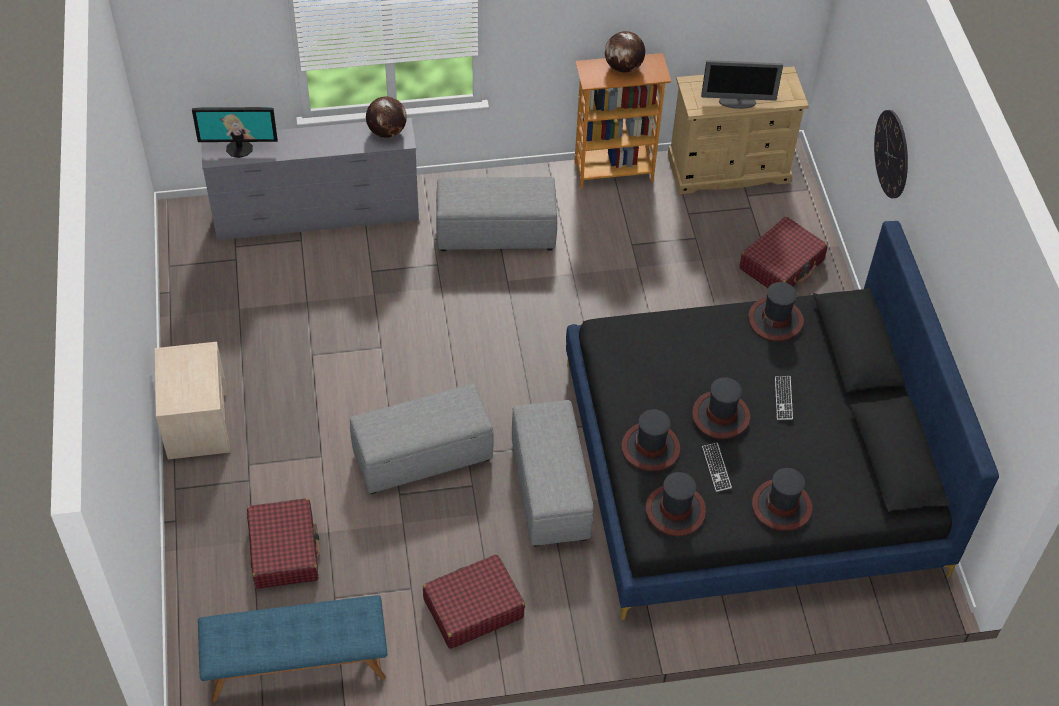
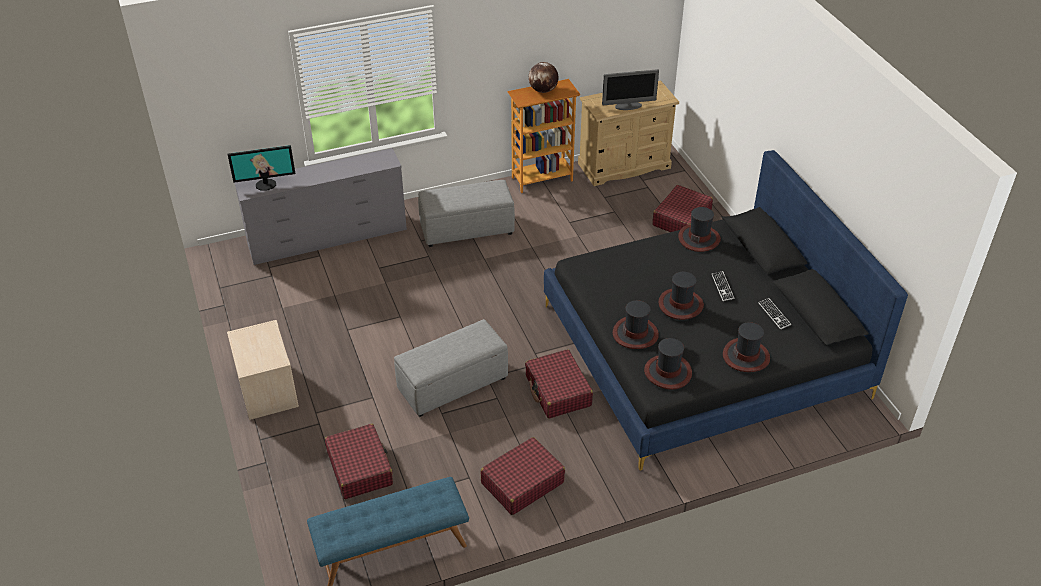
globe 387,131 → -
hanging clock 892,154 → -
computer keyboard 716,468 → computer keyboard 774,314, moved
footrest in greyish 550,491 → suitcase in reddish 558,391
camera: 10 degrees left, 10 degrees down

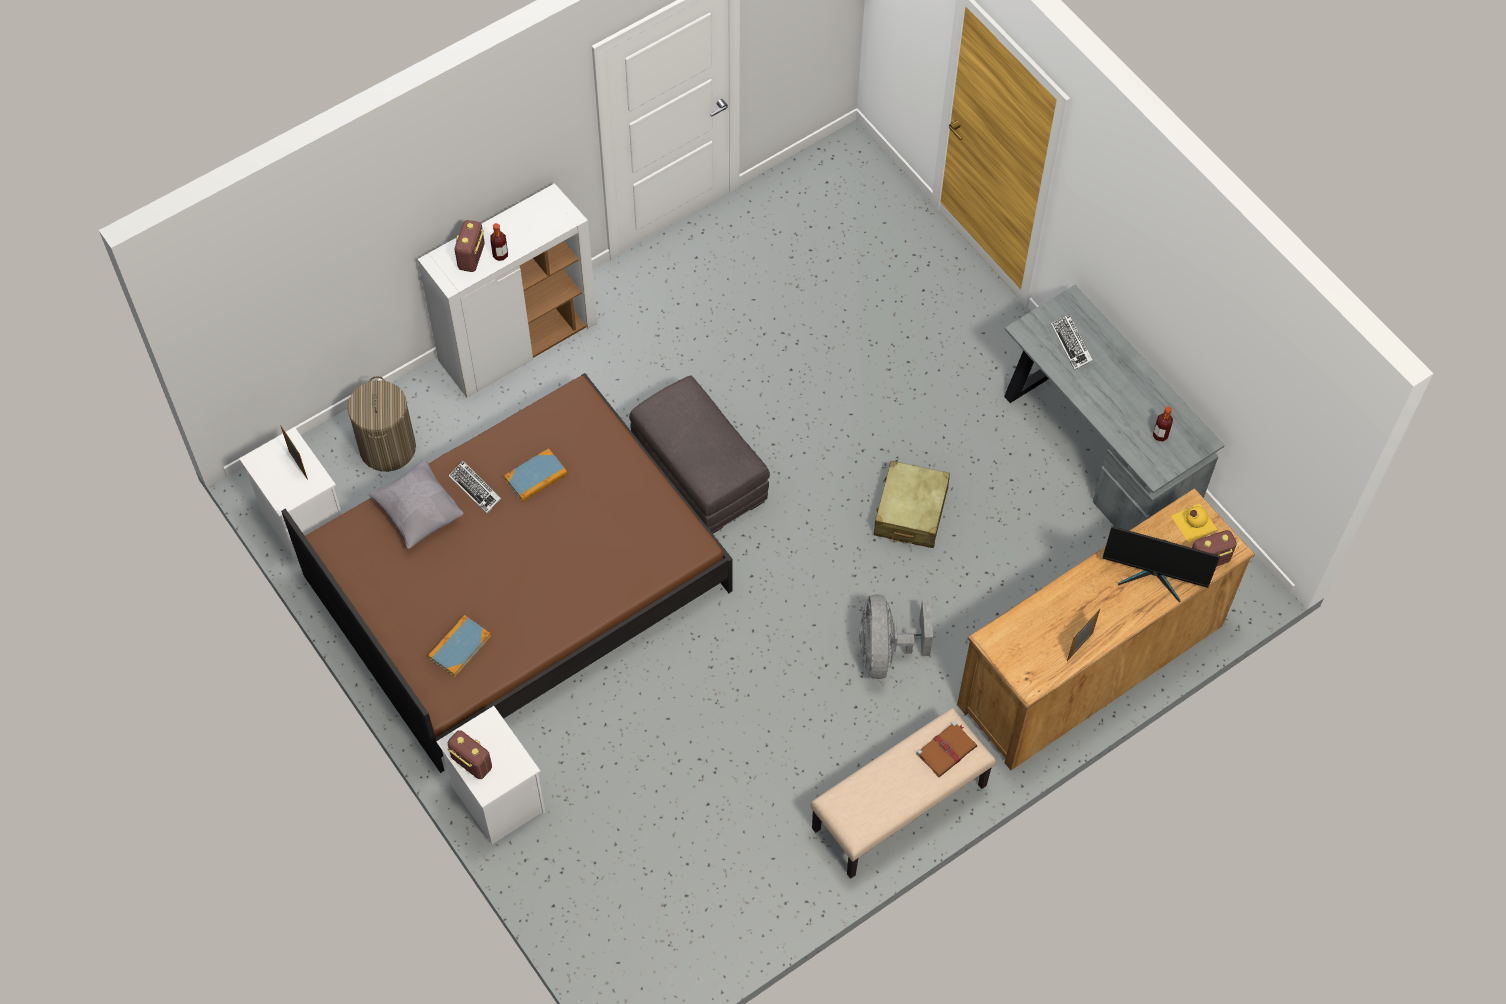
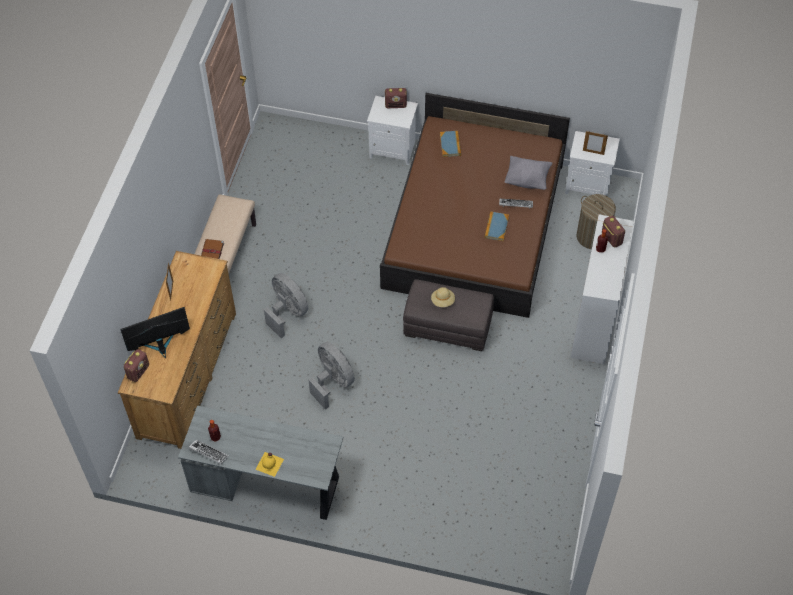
- → clothing hat in beige-coloured 443,301
computer keyboard 1071,344 → computer keyboard 208,453, moved
bottle in yellow-coloured 1193,522 → bottle in yellow-coloured 270,464, moved
suitcase in beige-coloured 910,512 → cooling fan in greyish 333,382
camera: 140 degrees right, 5 degrees down

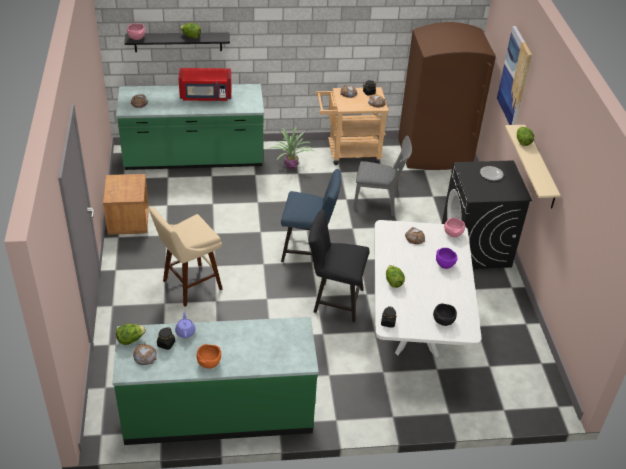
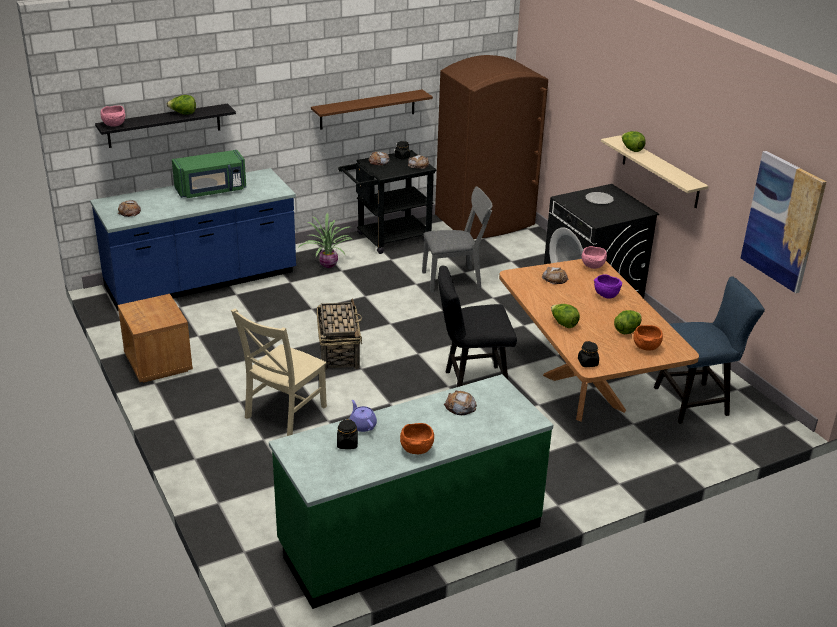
- → wall shelf in brown-coloured 367,109
- → household basket 338,352
head of lettuce 130,340 → head of lettuce 627,330, moved
bakery bread 144,356 → bakery bread 460,406, moved
upright chair in blue-coloured 308,250 → upright chair in blue-coloured 696,401, moved
picture 515,77 → picture 782,221, moved
stool in beige-coloured 189,286 → upright chair in beige-coloured 283,414
kitchen base unit in green-coloured 194,158 → kitchen base unit in blue-coloured 201,281
kitchen microwave in reddish 206,96 → kitchen microwave in green-coloured 211,190
trolley in beige-coloured 348,153 → trolley in blackish 387,239
dinner table in whitish 415,331 → dinner table in brown-coloured 583,393
bowl in blackish 443,321 → bowl in orange 646,347
camera: 20 degrees left, 10 degrees down

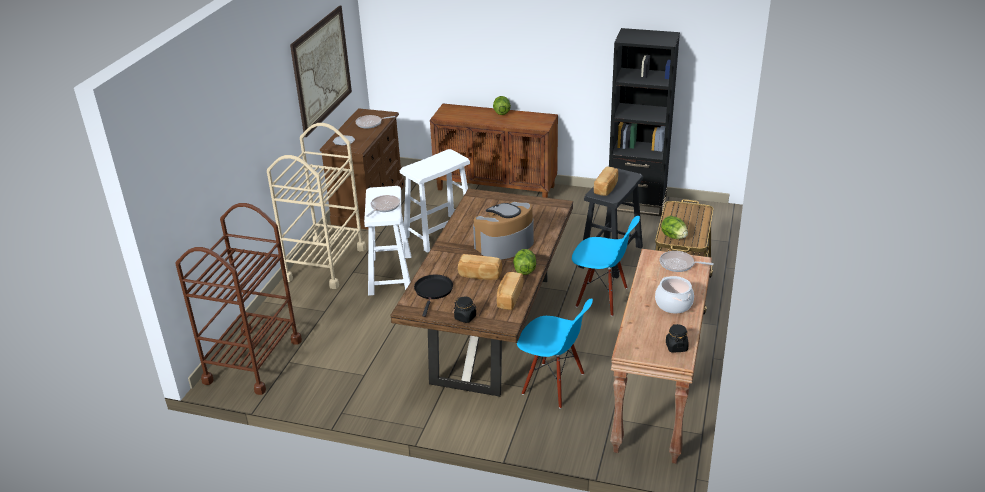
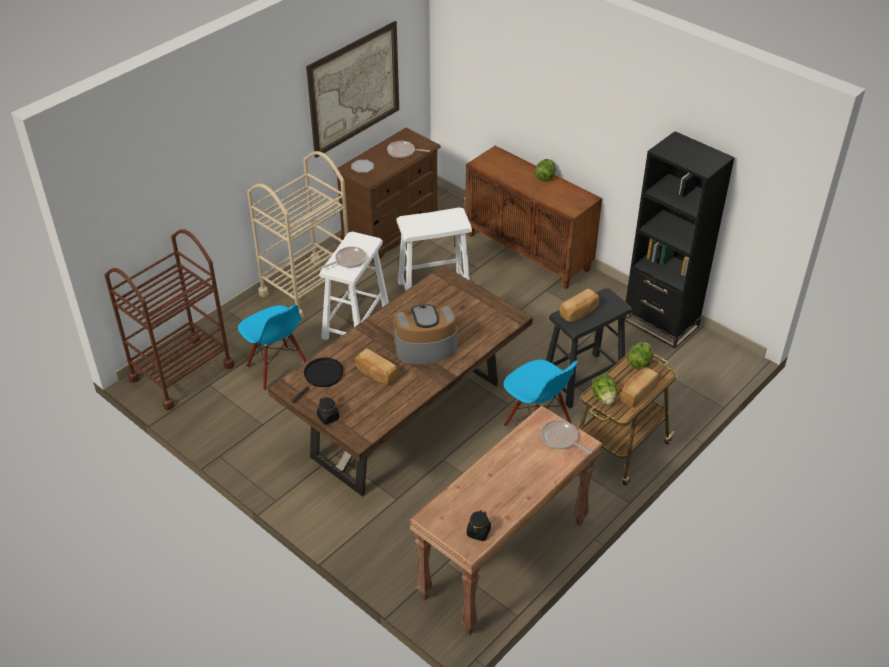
saucepot 674,304 → -
bakery bread 509,298 → bakery bread 637,393, moved
head of lettuce 524,270 → head of lettuce 639,363, moved
upright chair in blue-coloured 553,384 → upright chair in blue-coloured 277,368, moved
camera: 25 degrees right, 10 degrees up

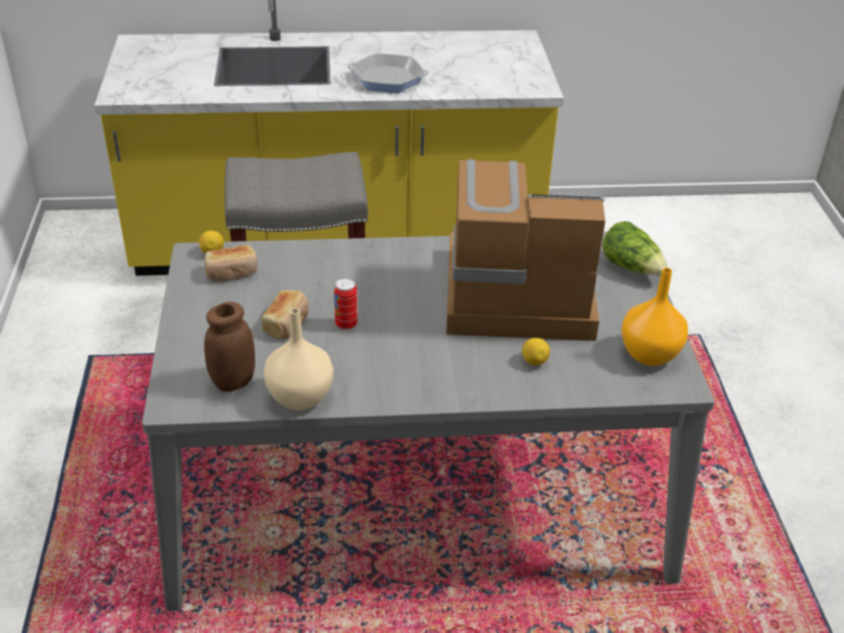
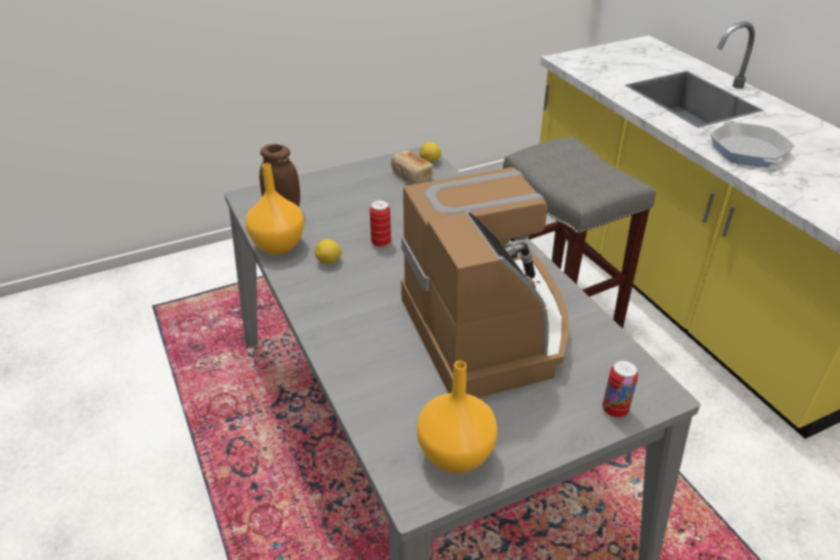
bakery bread 287,324 → -
citrus fruit 534,361 → citrus fruit 329,261, moved
head of lettuce 632,267 → metal can 615,410
vase in beige-coloured 298,397 → vase in orange 278,245
camera: 70 degrees right, 0 degrees up

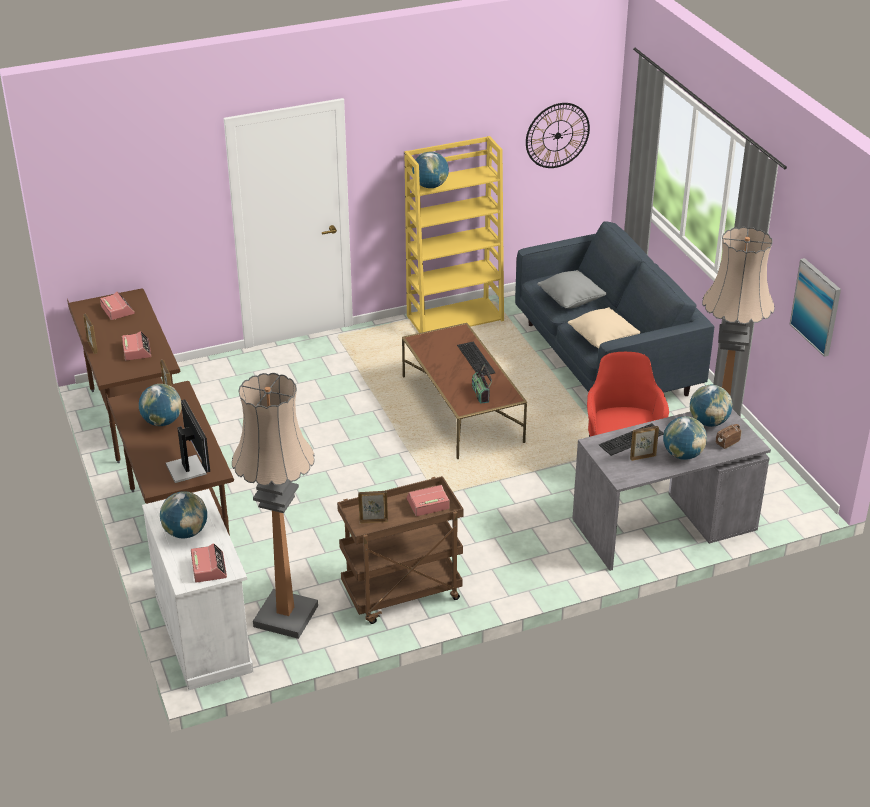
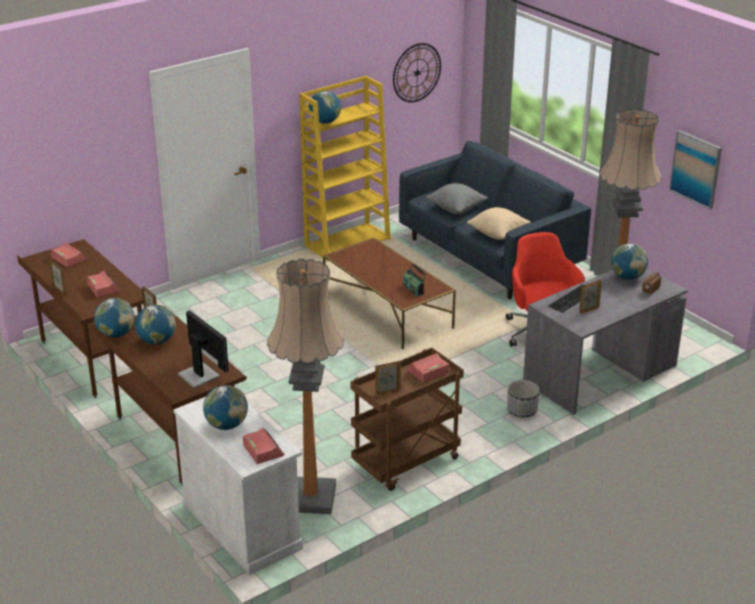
computer keyboard 477,359 → -
- → flower pot 521,410
globe 682,455 → globe 116,334, moved
camera: 15 degrees left, 5 degrees down

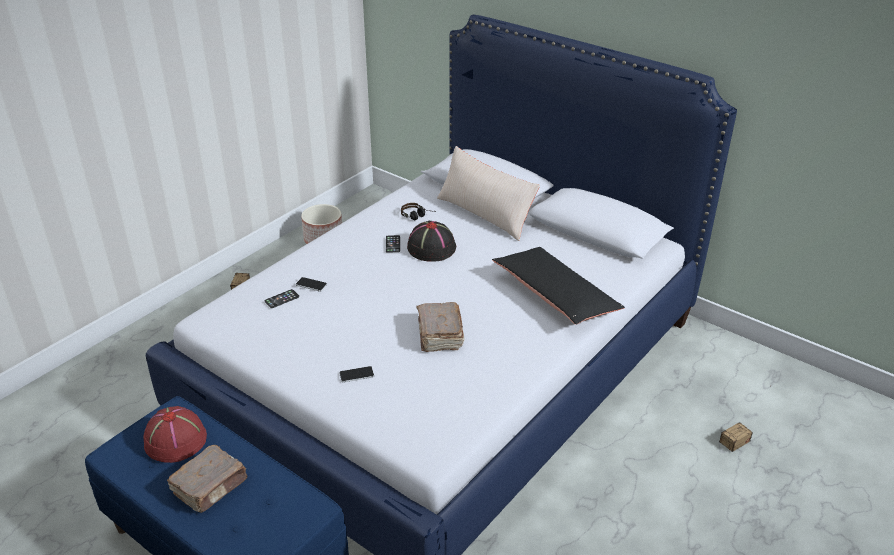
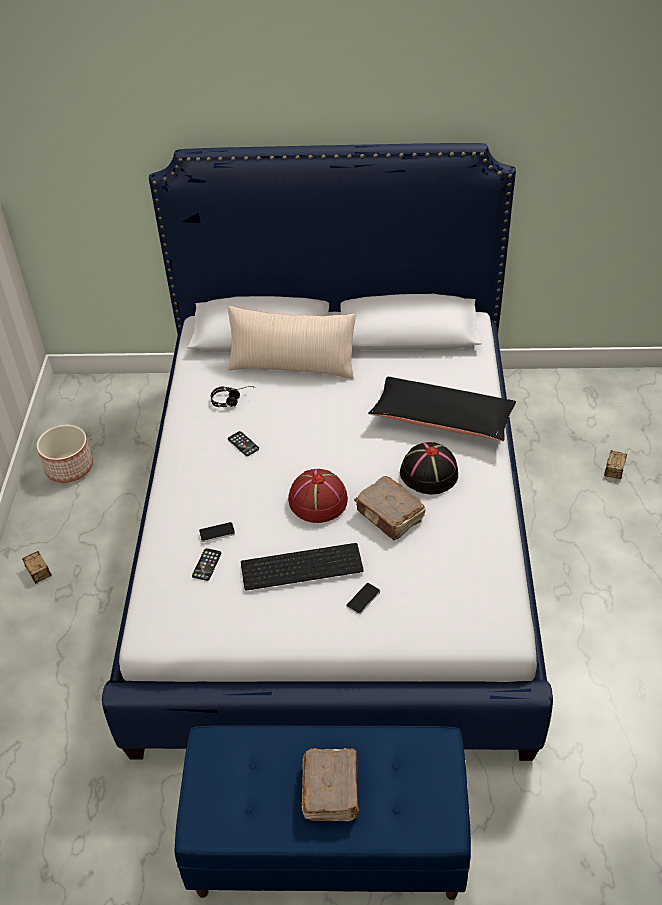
- → computer keyboard 302,565
clothing hat in reddish 175,439 → clothing hat in reddish 317,500, moved
clothing hat in blackish 431,248 → clothing hat in blackish 428,473, moved
camera: 35 degrees left, 10 degrees up

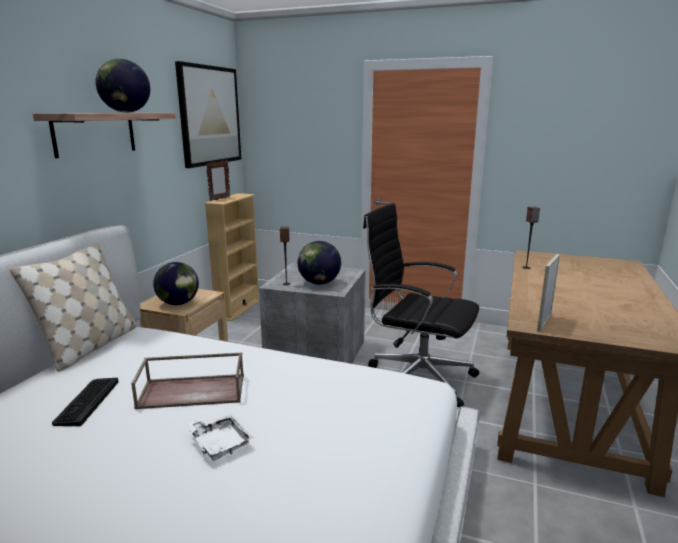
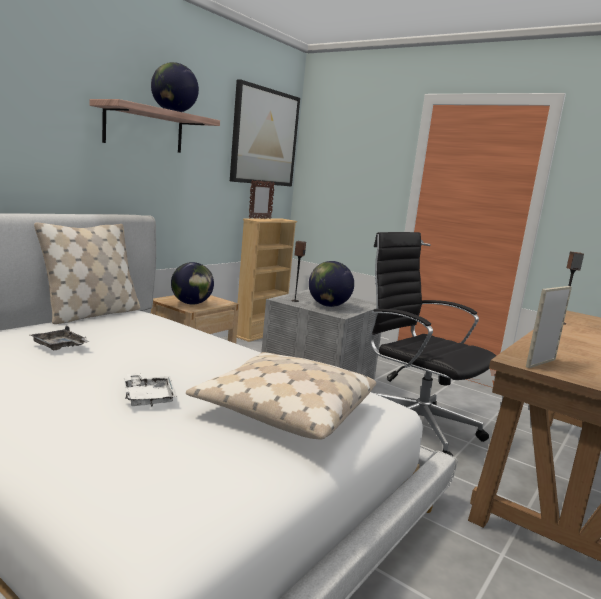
serving tray in brown-coloured 193,390 → -
- → pillow in beige-coloured 284,410
computer keyboard 87,402 → serving tray in greyish 60,346
camera: 15 degrees right, 5 degrees down

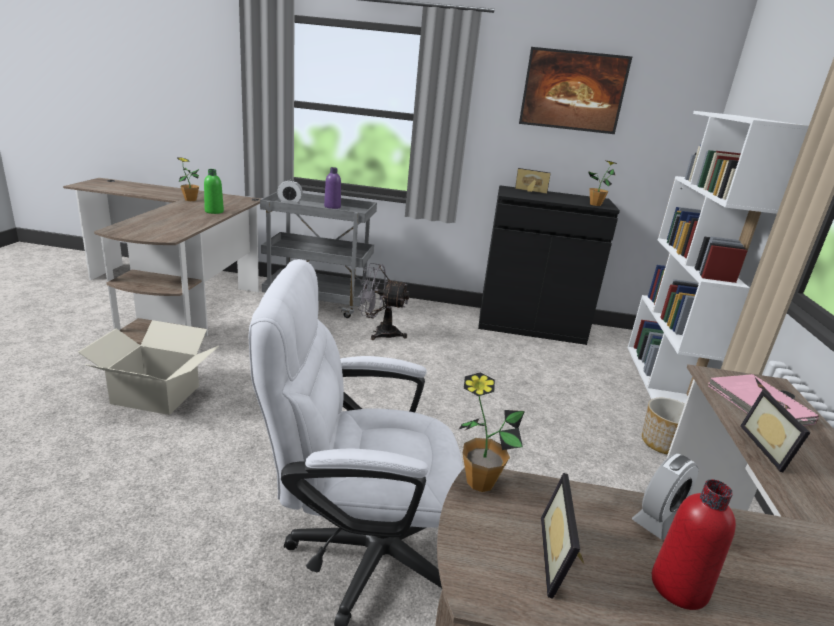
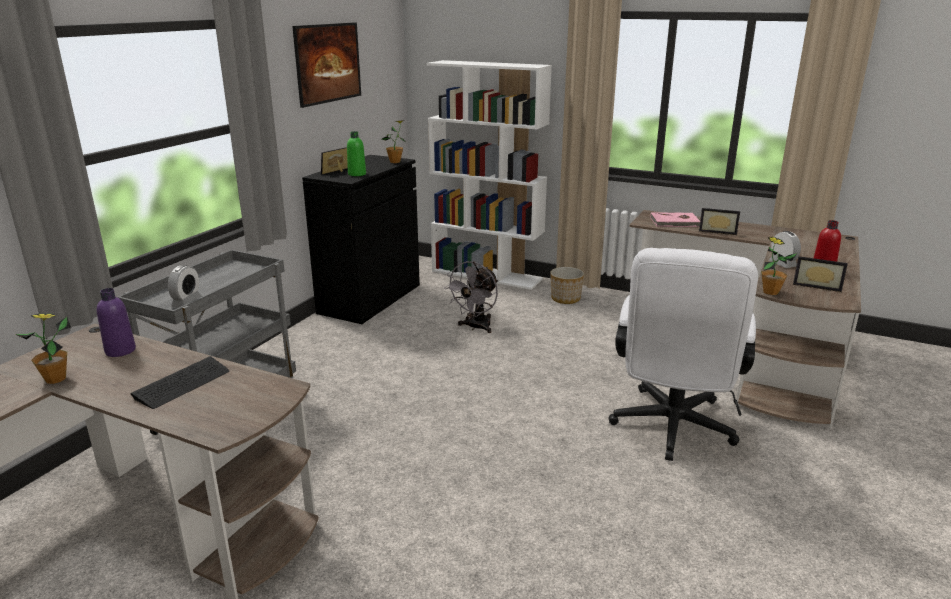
cardboard box 156,394 → -
- → computer keyboard 182,384
bottle in green-coloured 214,211 → bottle in green-coloured 357,174, moved
bottle in purplish 332,207 → bottle in purplish 120,351, moved
cooling fan in greyish 379,333 → cooling fan in greyish 475,327, moved
camera: 70 degrees left, 0 degrees up

